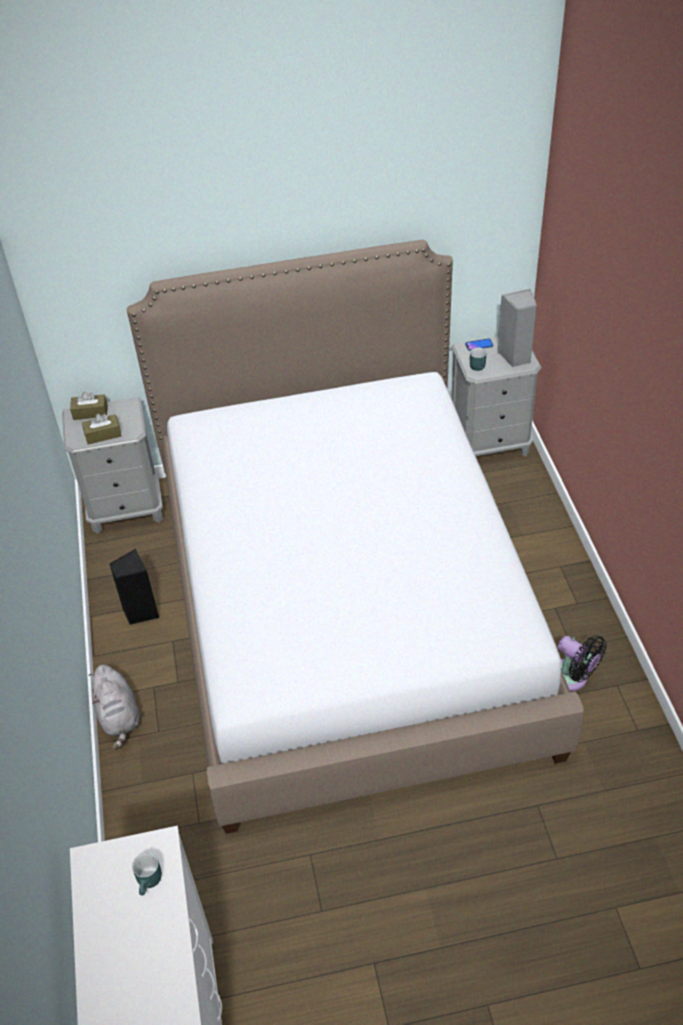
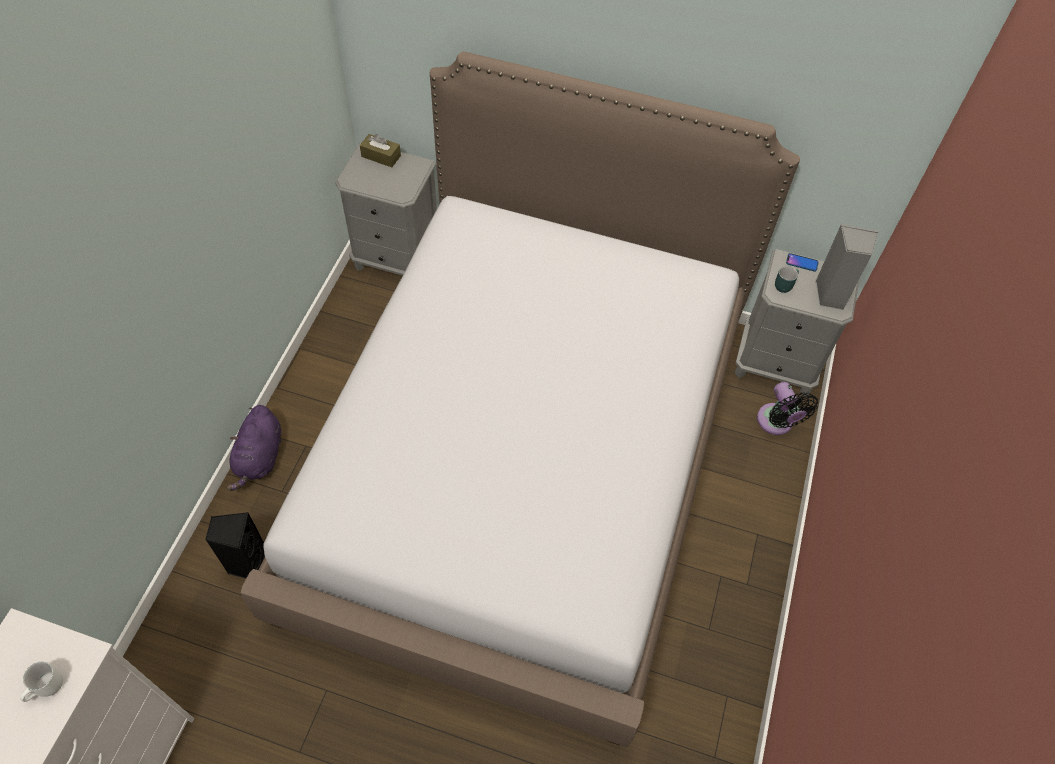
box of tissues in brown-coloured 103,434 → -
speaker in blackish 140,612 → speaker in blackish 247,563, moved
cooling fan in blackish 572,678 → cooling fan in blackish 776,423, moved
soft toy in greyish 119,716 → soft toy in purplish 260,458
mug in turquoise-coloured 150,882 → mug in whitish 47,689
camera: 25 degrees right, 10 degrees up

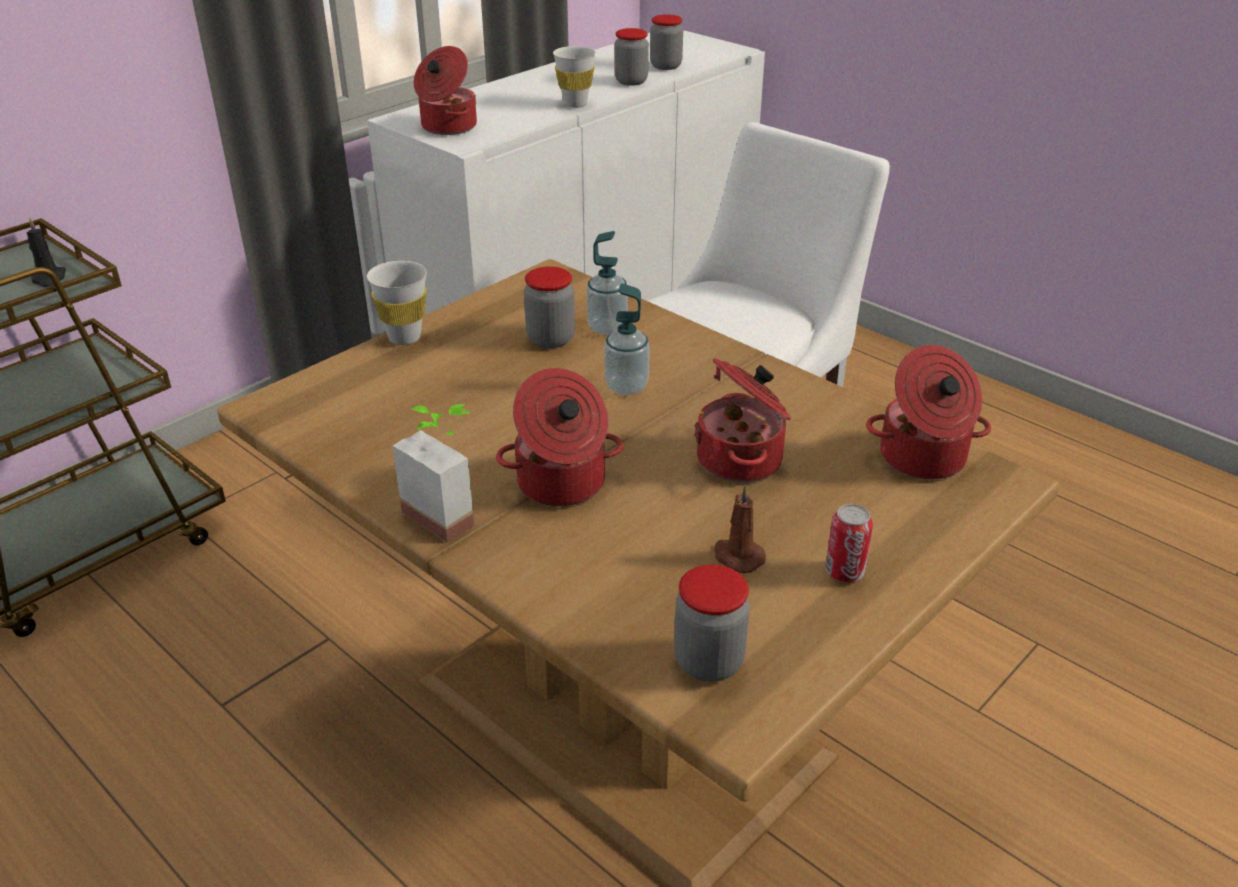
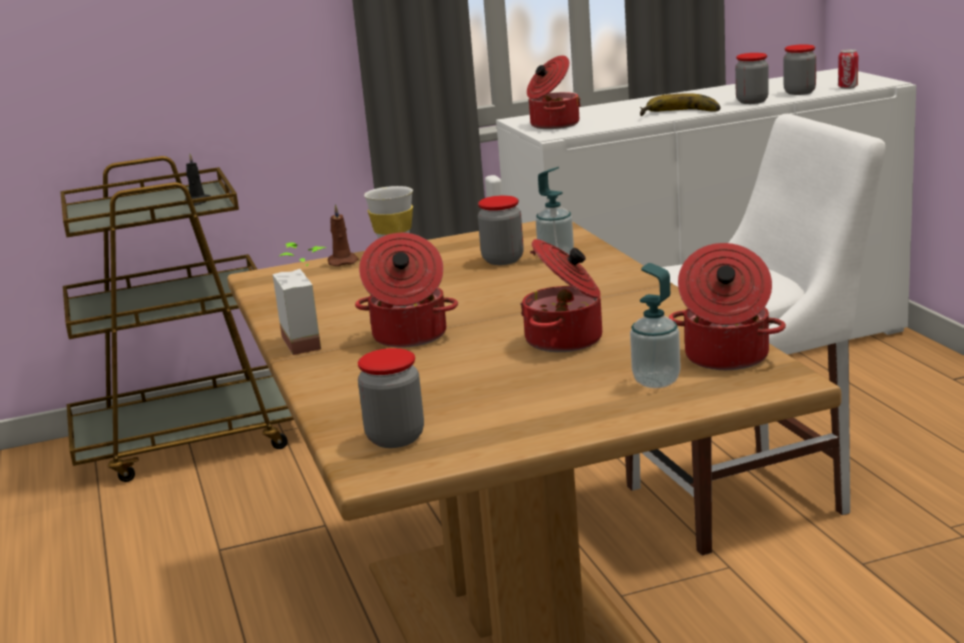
soap dispenser 626,387 → soap dispenser 656,381, moved
wax candle in brown-coloured 737,556 → wax candle in brown-coloured 342,262, moved
metal can 844,572 → metal can 847,87, moved
small cup in whitish 575,104 → banana fruit 680,114
camera: 30 degrees right, 15 degrees down

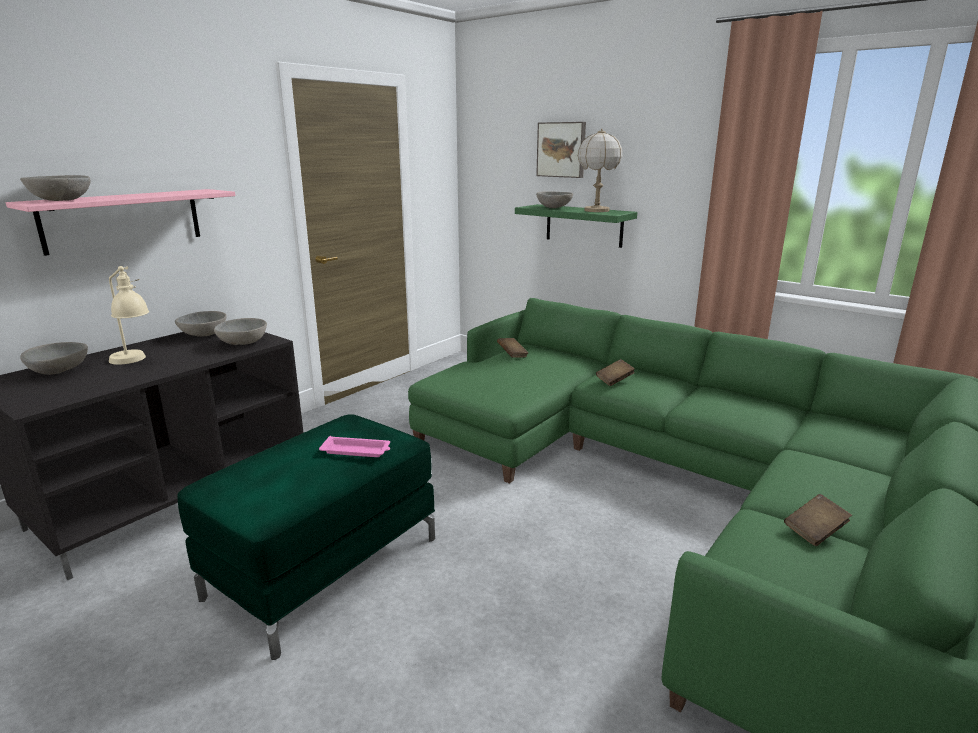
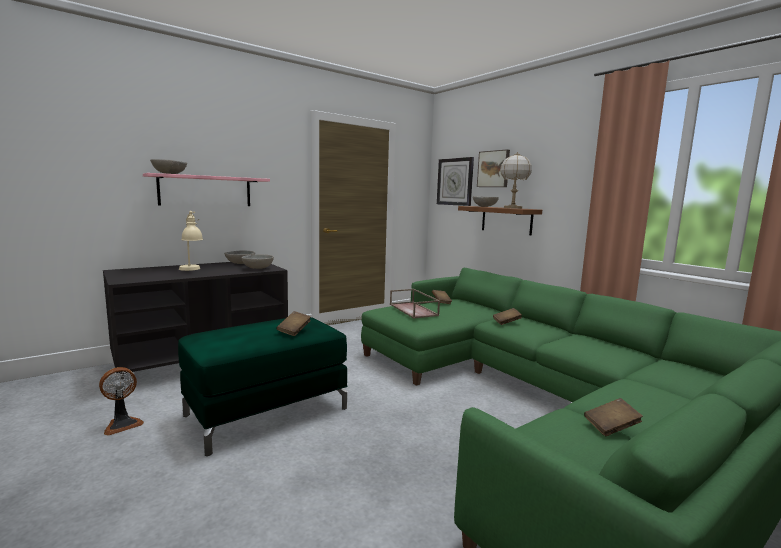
bowl in greyish 58,371 → -
- → cooling fan 122,424
- → serving tray in brown-coloured 414,310
- → hanging clock 455,182
serving tray in pink-coloured 357,451 → volume in brown-coloured 294,331
wall shelf in green-coloured 584,225 → wall shelf in brown-coloured 506,220
camera: 15 degrees right, 10 degrees down

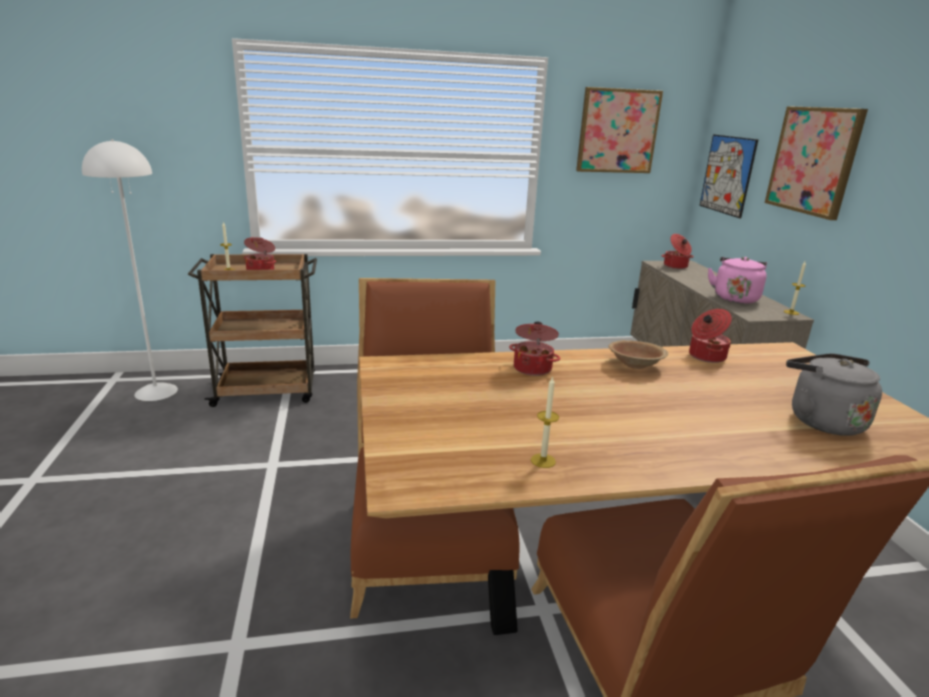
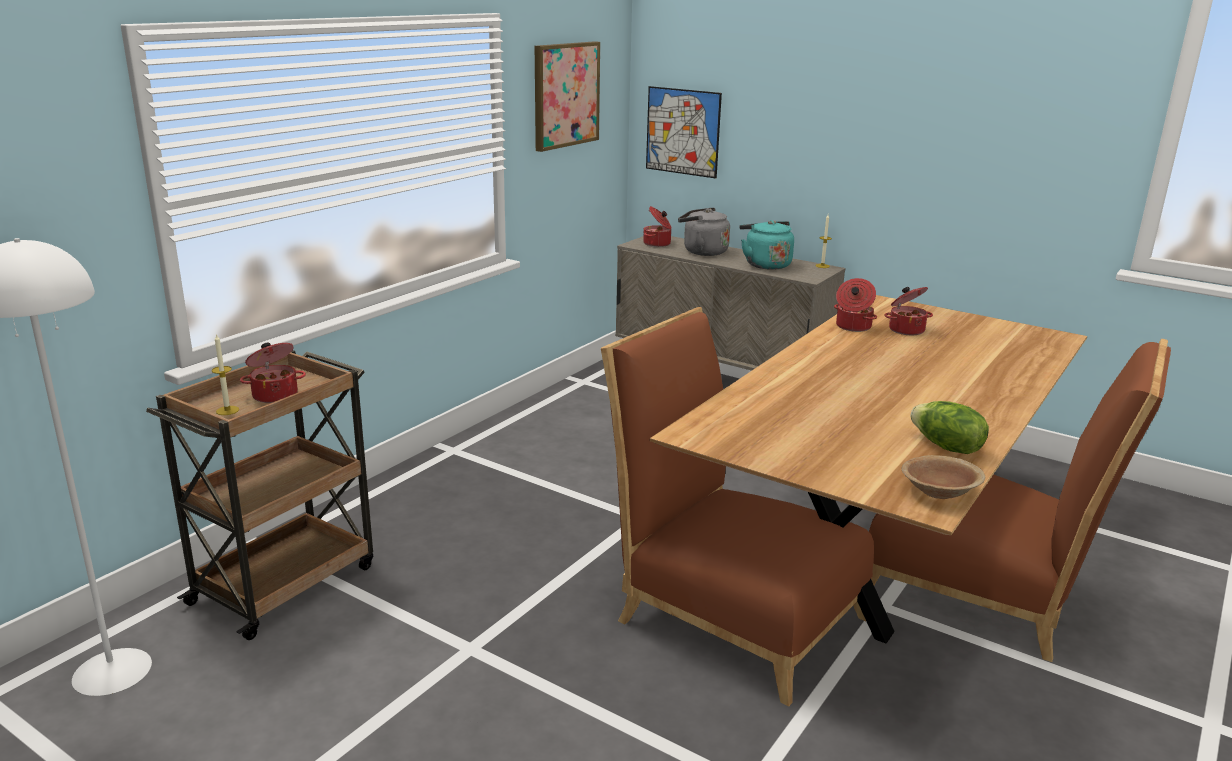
picture 813,161 → -
saucepot 533,368 → saucepot 906,329, moved
bowl in brown-coloured 635,365 → bowl in brown-coloured 939,492, moved
tea kettle in greyish 821,420 → tea kettle in greyish 702,252, moved
wax candle 543,460 → head of lettuce 946,447
tea kettle in pink-coloured 735,298 → tea kettle in turquoise-coloured 765,264
camera: 45 degrees left, 0 degrees up

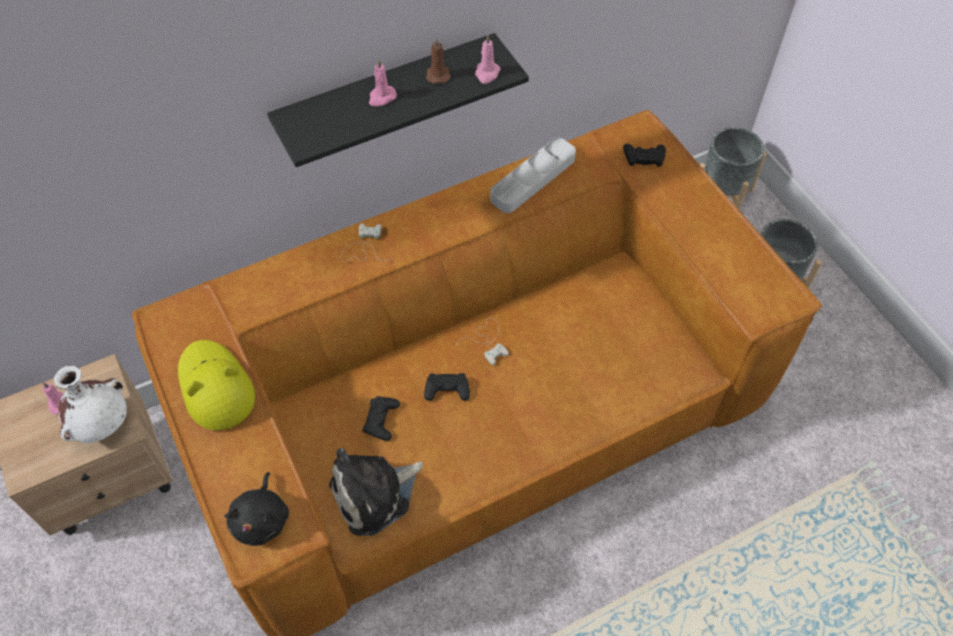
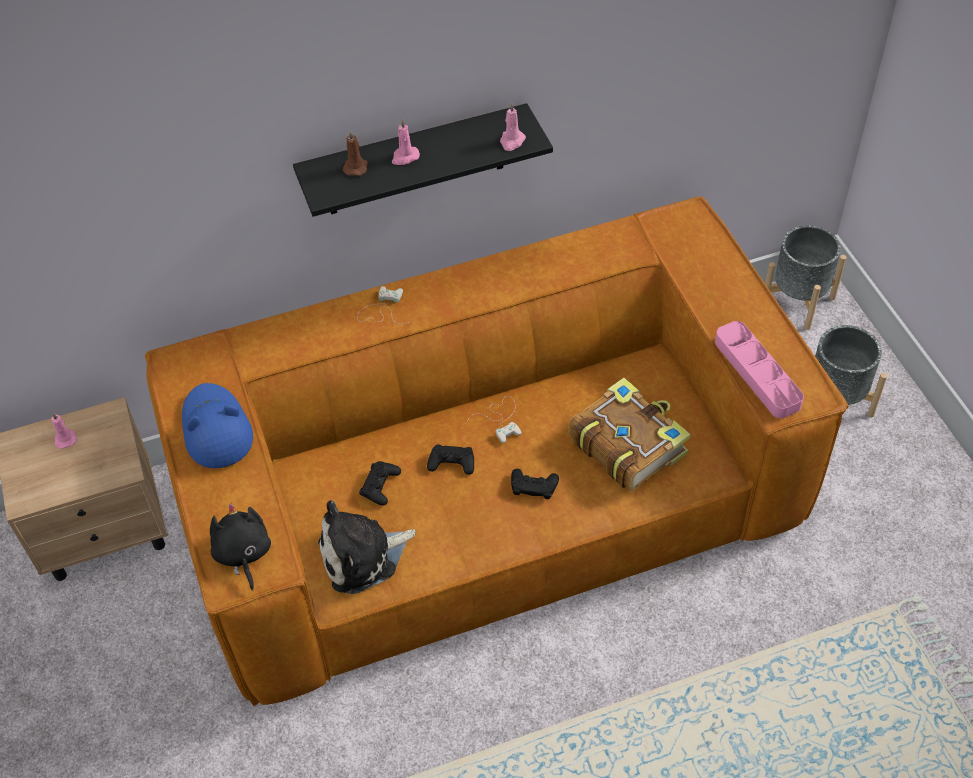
vase in whitish 103,424 → -
serving tray in greyish 533,179 → -
- → volume 627,444
- → serving tray in pink-coloured 757,373
wax candle in brown-coloured 438,74 → wax candle in brown-coloured 356,167, moved
gamepad in blackish 644,157 → gamepad in blackish 533,486, moved
clothing hat in yellow-coloured 215,388 → clothing hat in blue-coloured 215,429
soft toy in blackish 262,519 → soft toy in blackish 243,554, 150 degrees clockwise
camera: 10 degrees right, 5 degrees down

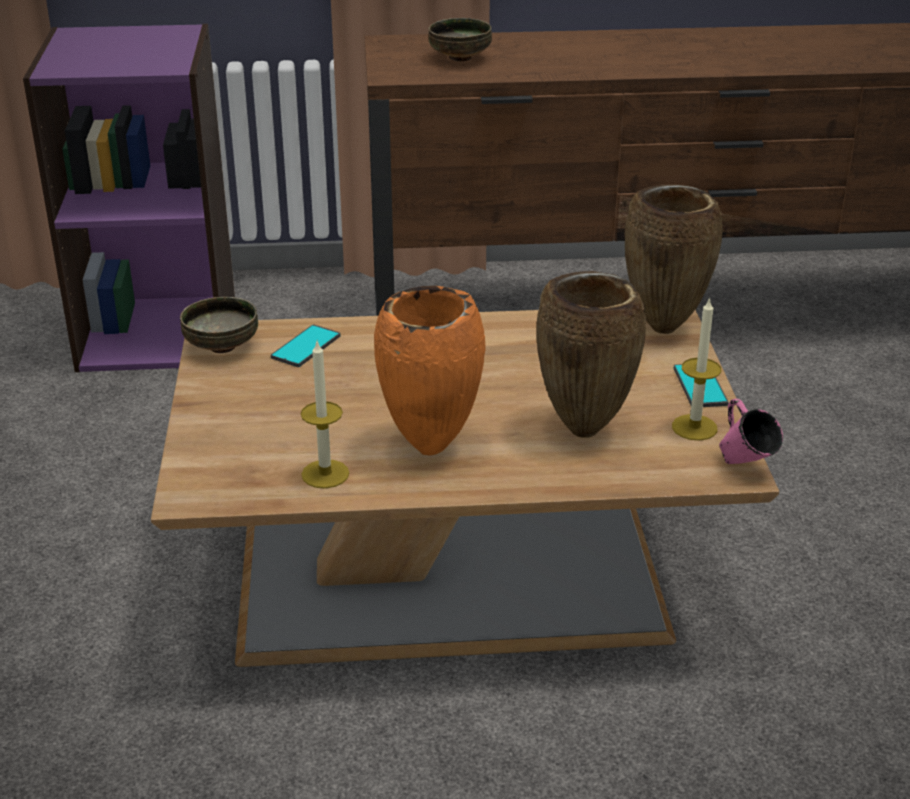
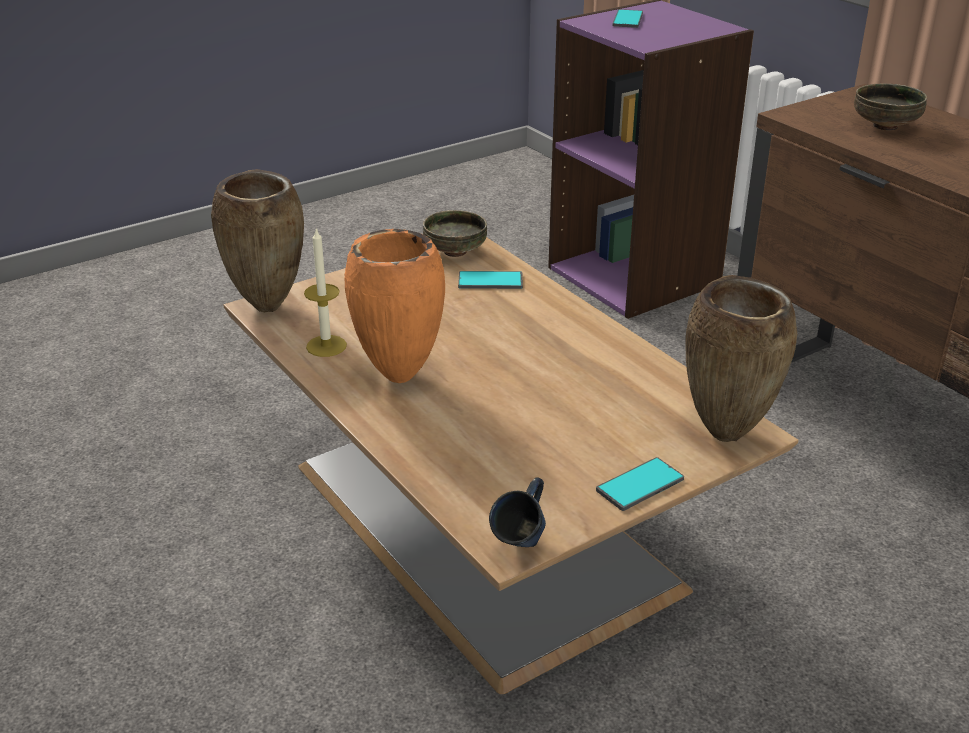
wax candle 694,427 → -
- → telephone 627,19
vase in brown-coloured 585,429 → vase in brown-coloured 269,307, moved
mug in pink-coloured 745,466 → mug in blue-coloured 521,549
camera: 60 degrees right, 0 degrees up

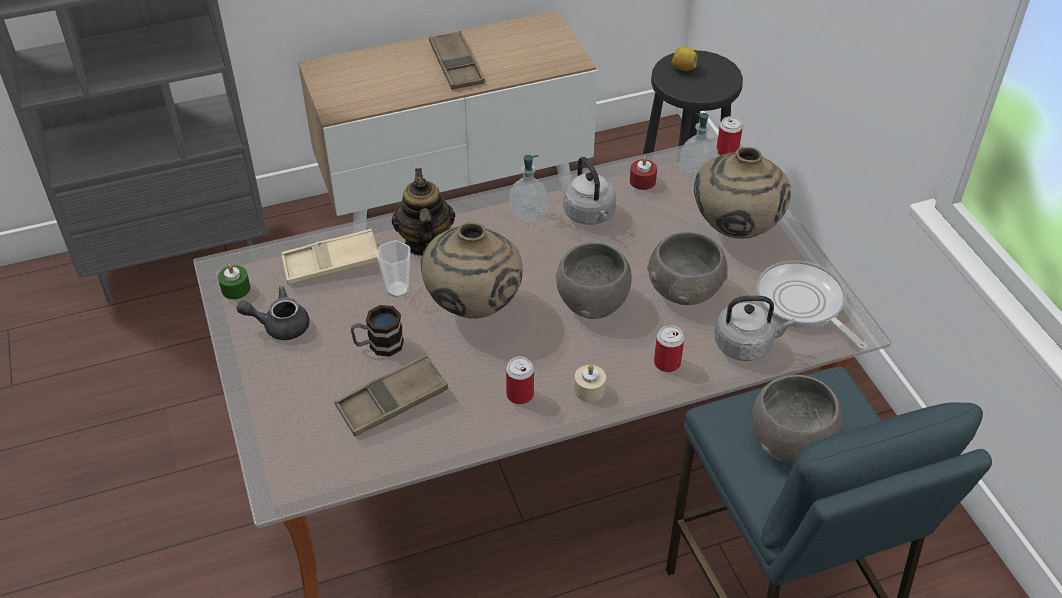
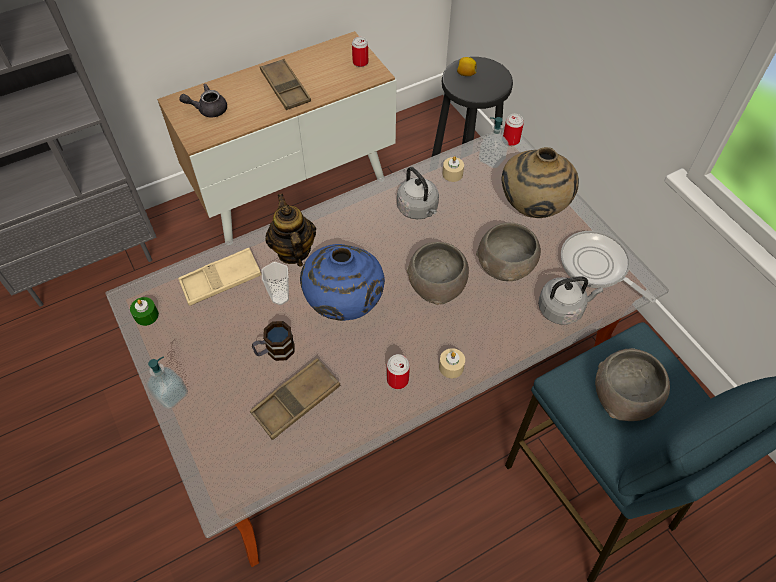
tea pot in greyish 280,325 → tea pot in greyish 208,109, moved
soap dispenser 528,213 → soap dispenser 171,394, moved
metal can 667,363 → metal can 360,62, moved
vase in beige-coloured 473,308 → vase in blue-coloured 344,306
wax candle in reddish 642,181 → wax candle in beige-coloured 452,174
camera: 10 degrees left, 10 degrees up

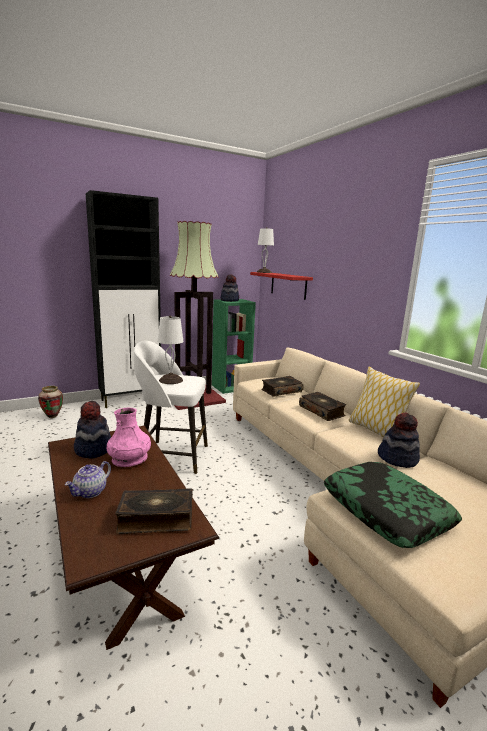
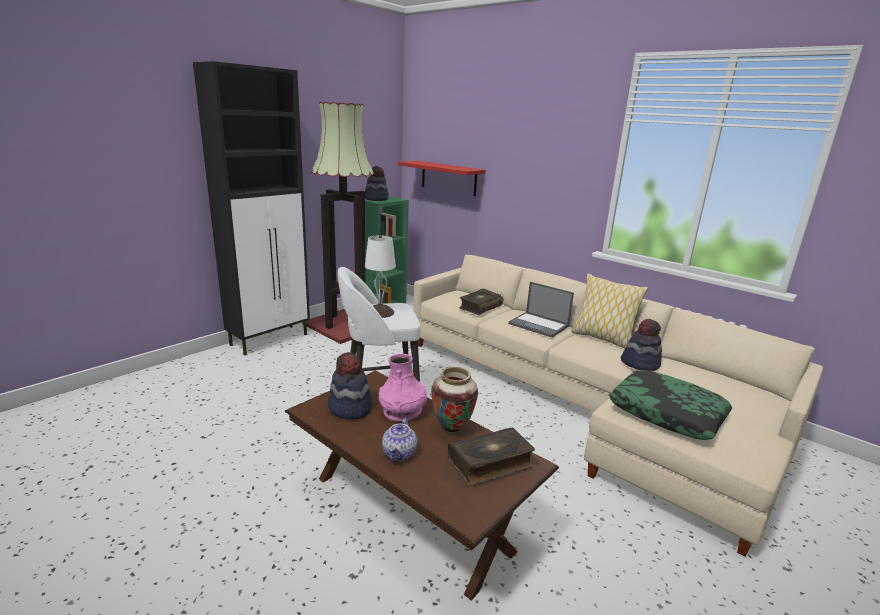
lamp for a table in whitish 264,272 → -
vase 52,416 → vase 452,429, moved
volume 322,411 → laptop 539,325
camera: 20 degrees left, 5 degrees up

